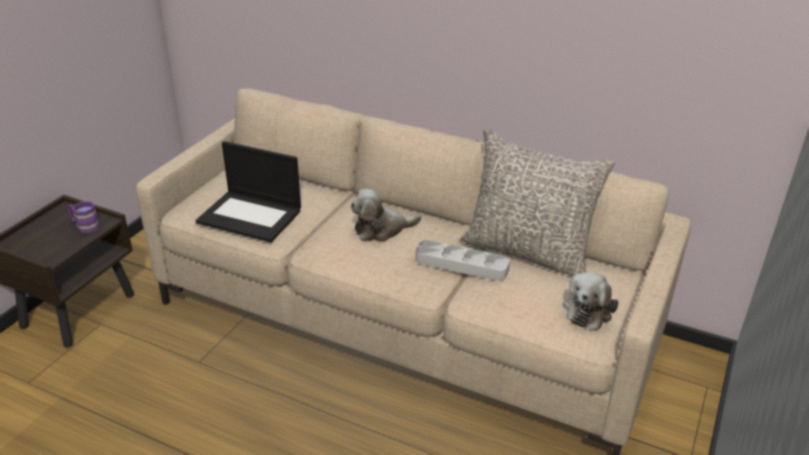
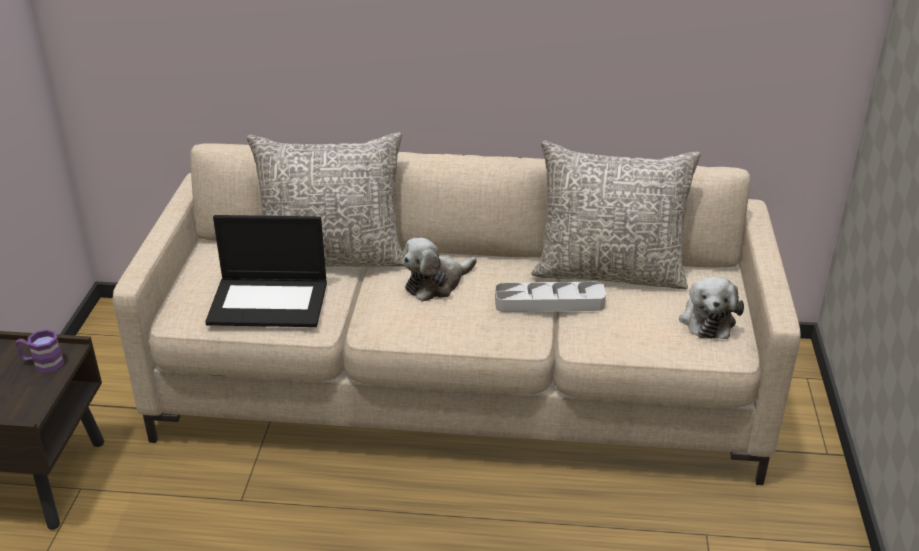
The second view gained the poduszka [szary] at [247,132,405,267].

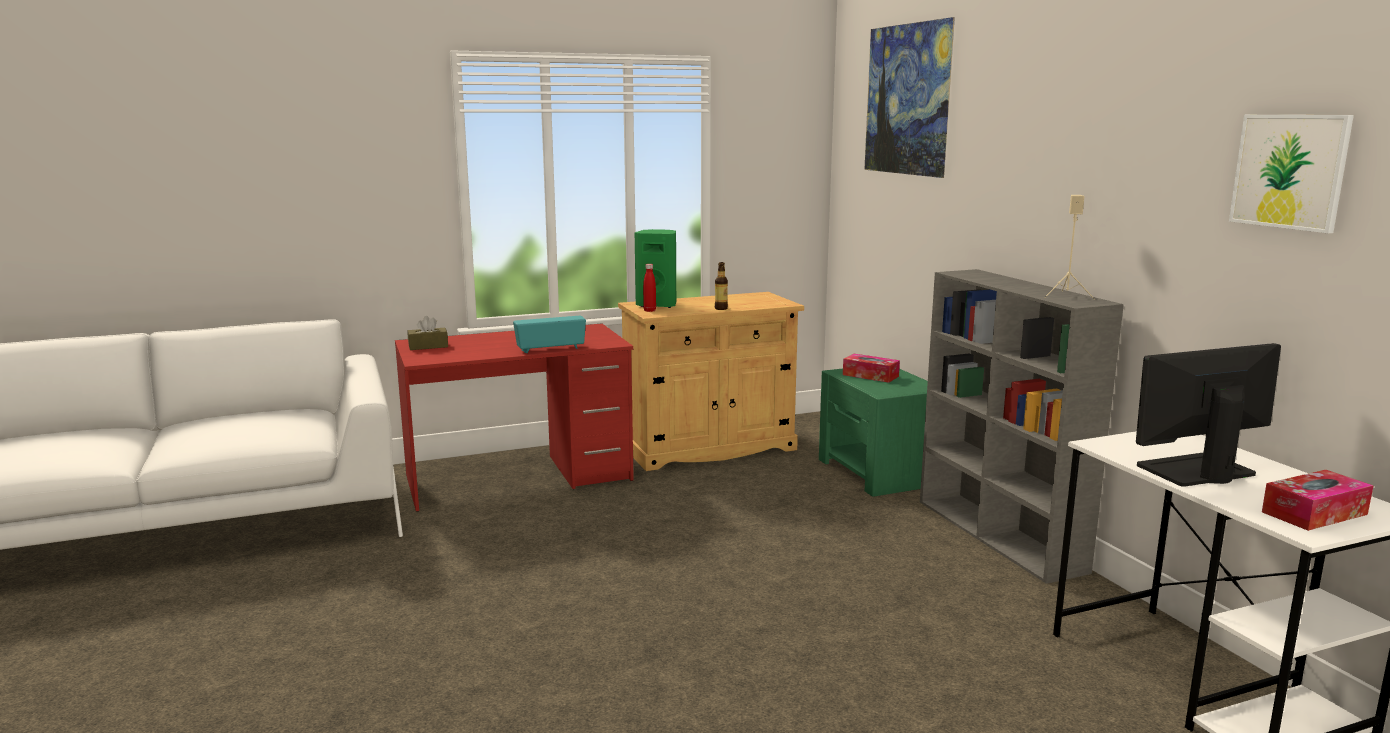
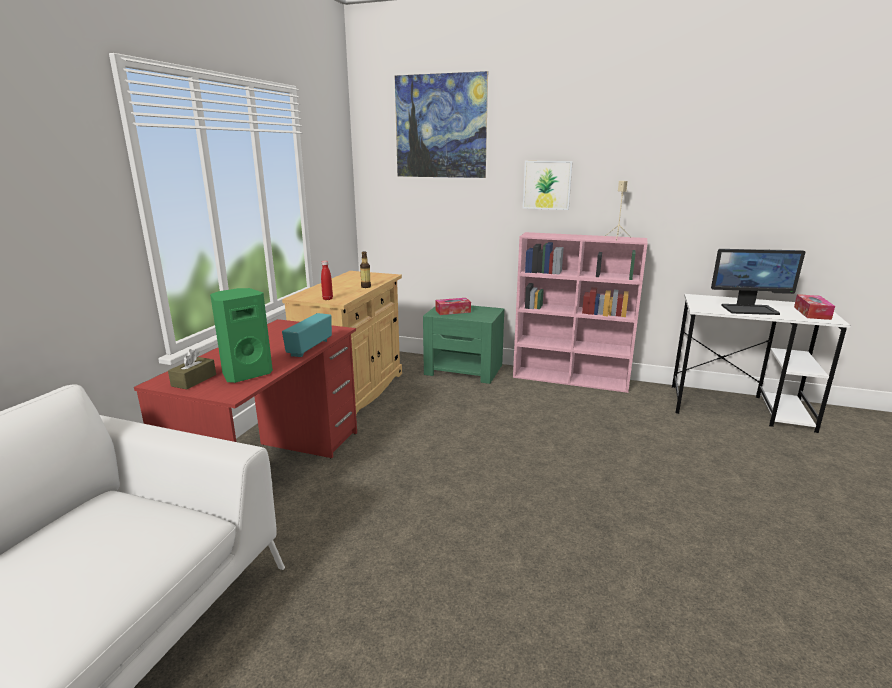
The obraz ended up elsewhere, having gone from [1229,115,1354,233] to [523,161,573,210]. The głośnik [zielony] ended up elsewhere, having gone from [635,229,676,308] to [210,288,273,383]. What was the regał [szary] at [920,269,1124,584] turned into the regał [różowy] at [513,232,648,393]. The monitor at [1136,343,1281,487] ended up facing another way, 105 degrees counterclockwise from before.

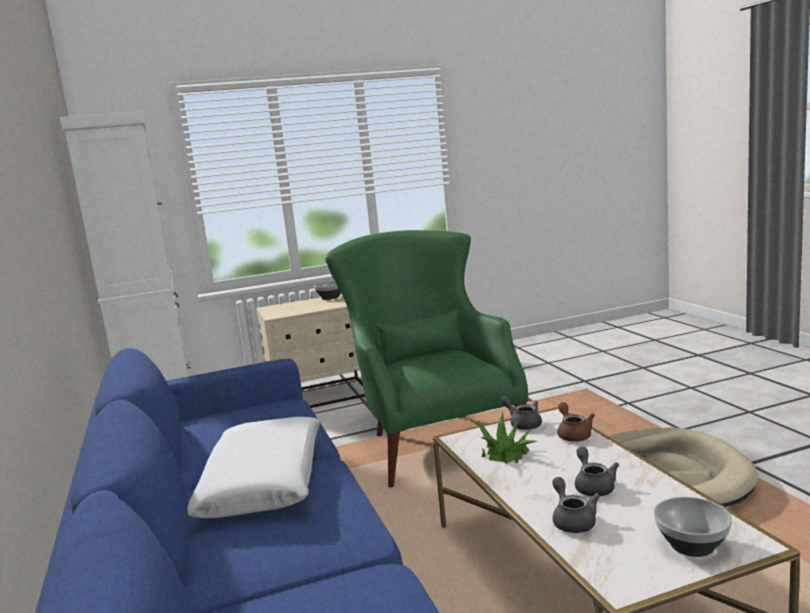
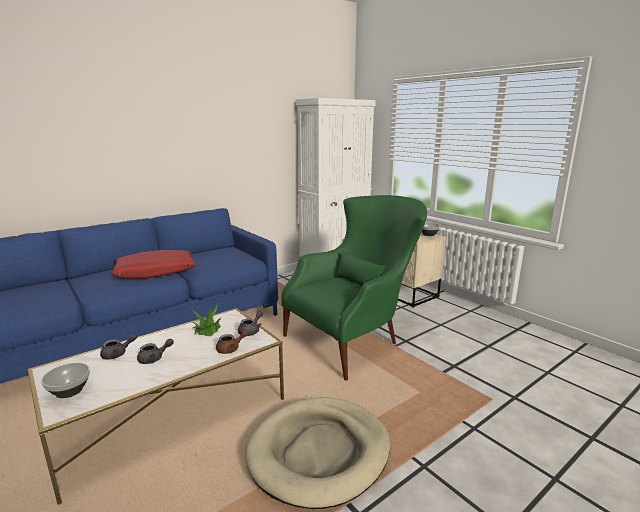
What was the poduszka [biały] at [187,417,320,519] turned into the poduszka [czerwony] at [112,250,196,279].

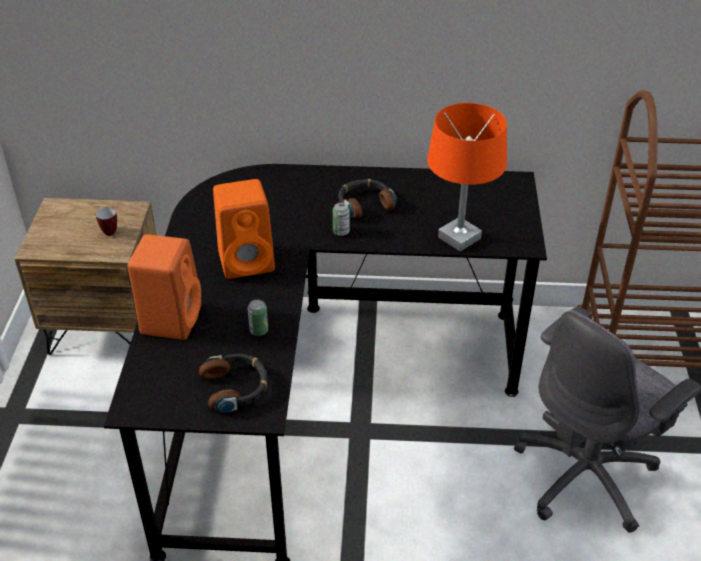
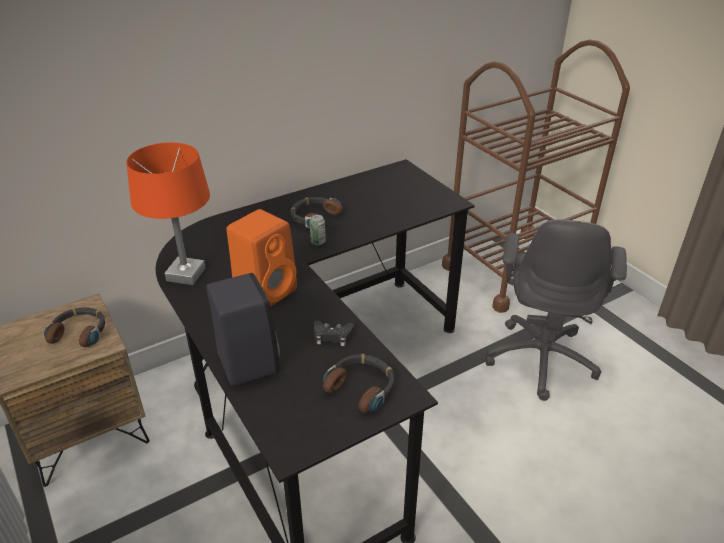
The lampa stołowa [pomarańczowy] ended up elsewhere, having gone from [427,103,507,252] to [126,142,210,285]. Where the kubek stood at [96,207,117,236], the słuchawki came to stand at [44,307,105,347]. What was the głośnik [pomarańczowy] at [128,234,202,340] turned into the głośnik [czarny] at [206,273,280,386]. Where the puszka stood at [248,299,268,336], the pad do gier [czarny] came to stand at [314,321,354,346].

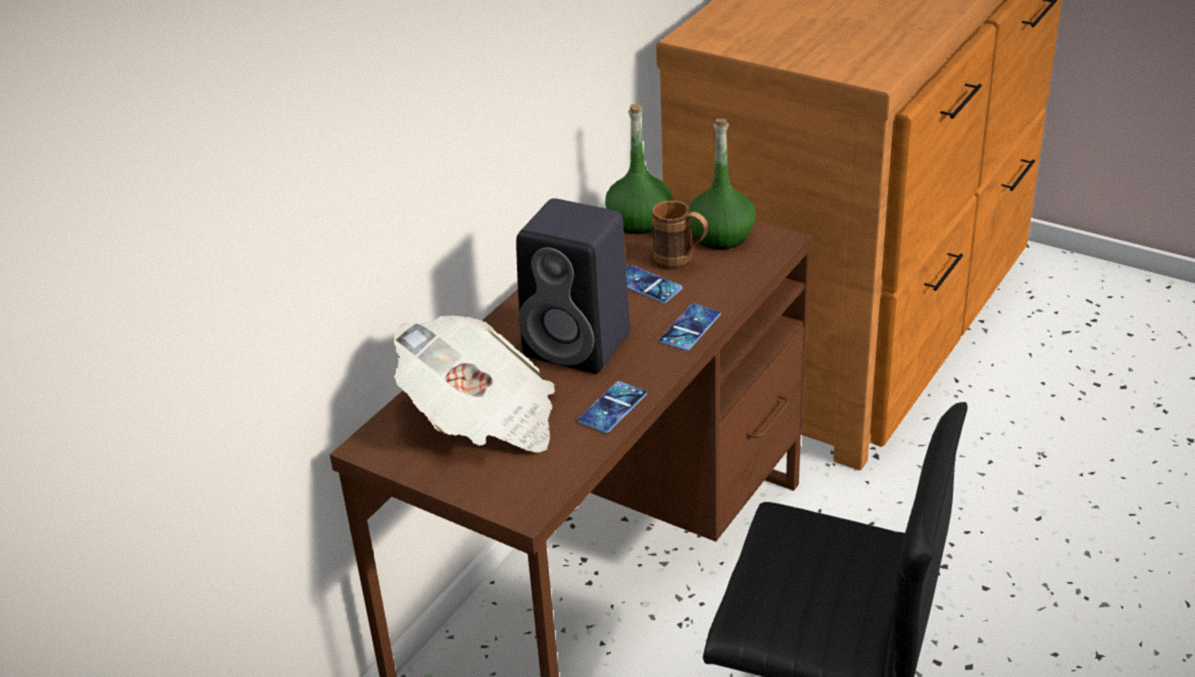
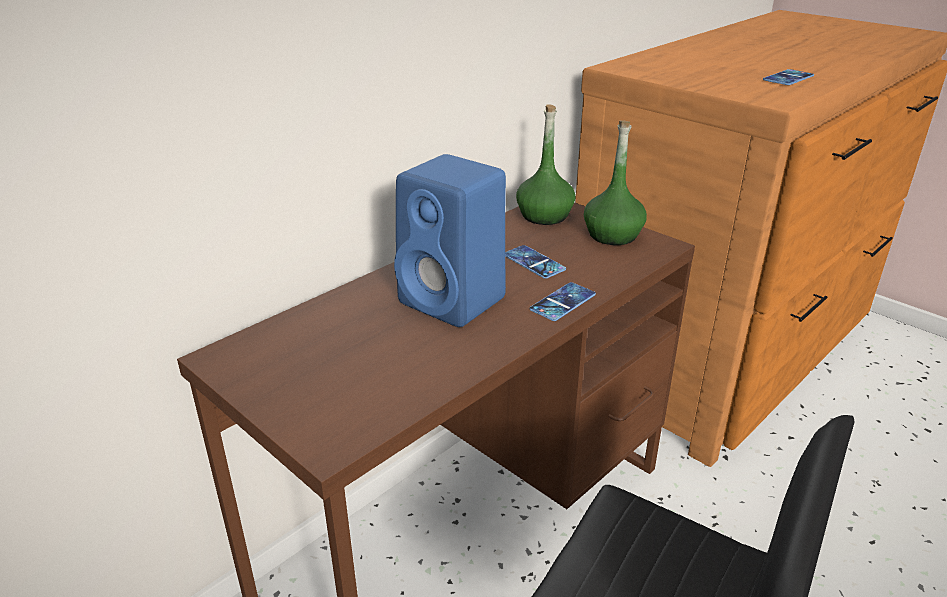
What was the głośnik [czarny] at [516,198,631,374] turned into the głośnik [niebieski] at [394,154,506,327]. The second view lost the kubek [brązowy] at [652,201,708,270]. The second view lost the gazeta at [393,315,555,453]. The telefon ended up elsewhere, having gone from [578,381,647,433] to [763,69,814,85].

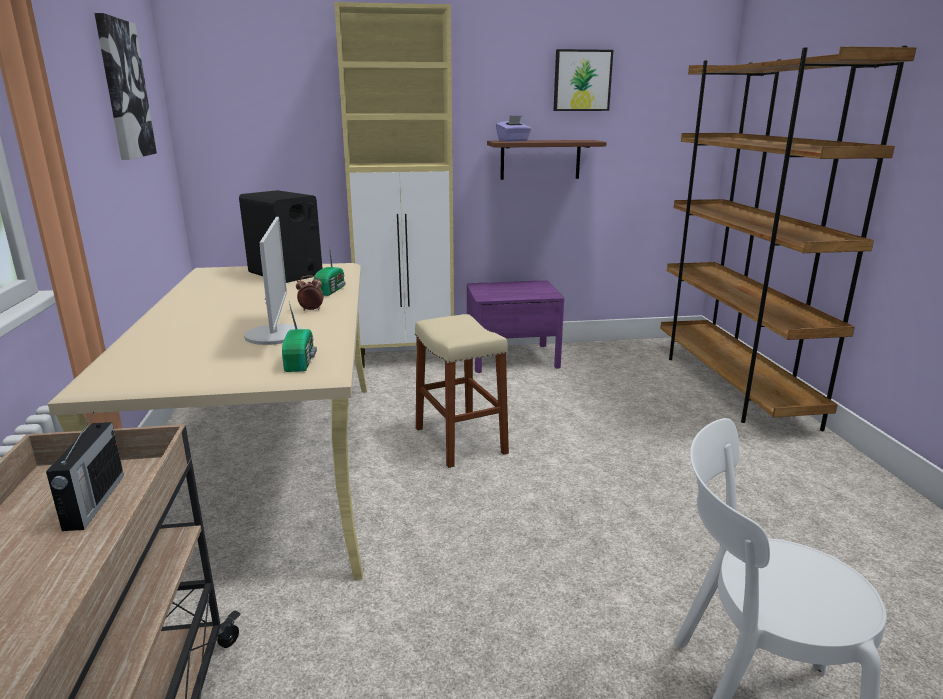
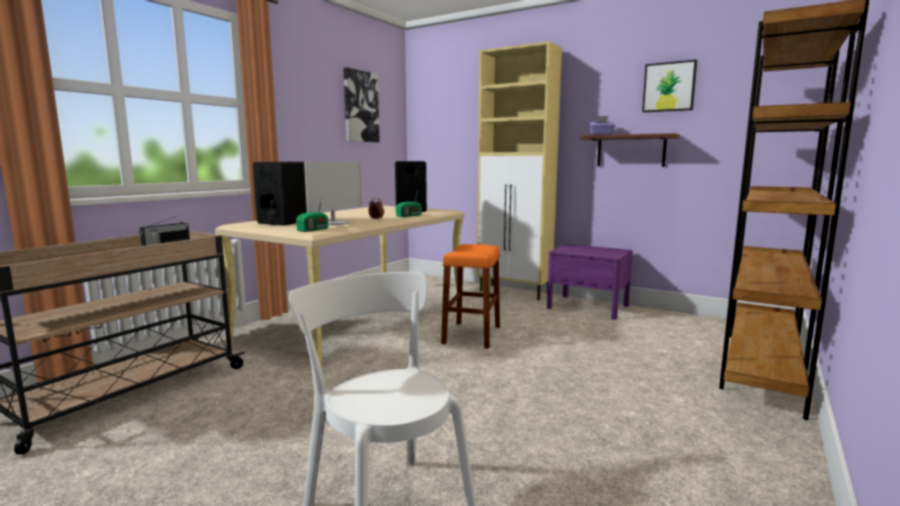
What was the stołek [beżowy] at [415,314,509,468] turned into the stołek [pomarańczowy] at [441,244,500,349]. The second view gained the głośnik [czarny] at [253,162,307,226].

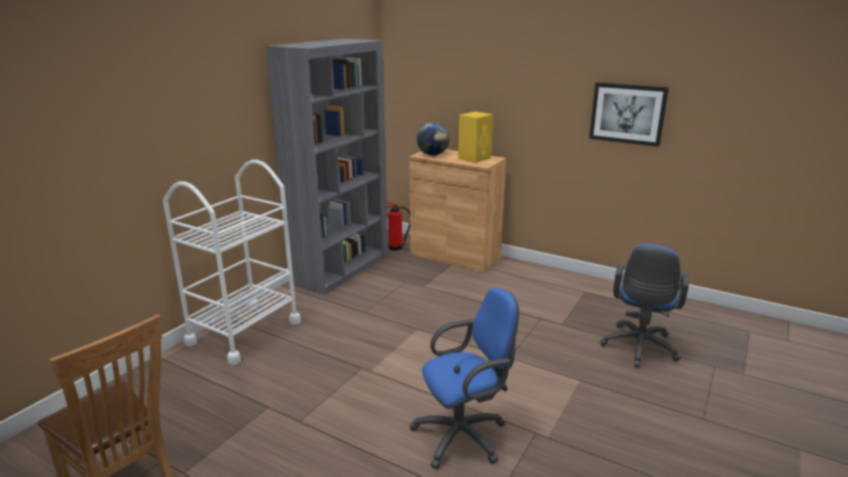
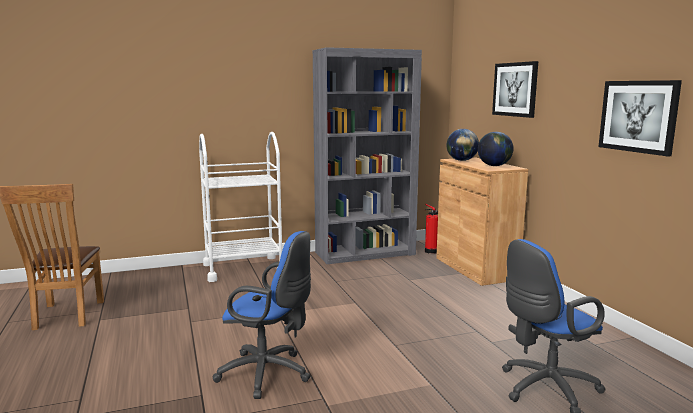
Where the głośnik [żółty] stood at [458,112,493,163], the globus came to stand at [478,132,514,166]. The second view gained the obraz at [492,61,538,118].

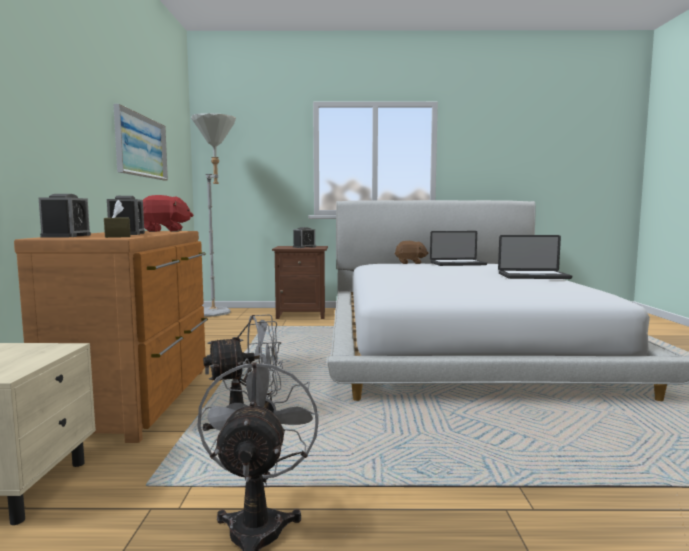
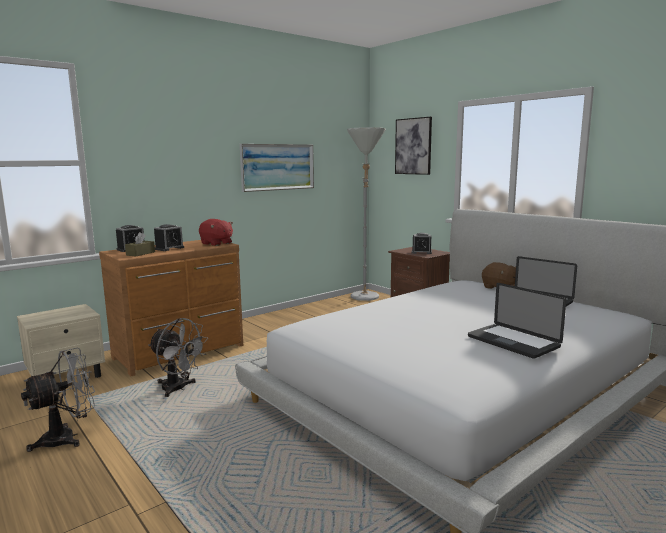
The second view gained the obraz at [395,117,432,175].

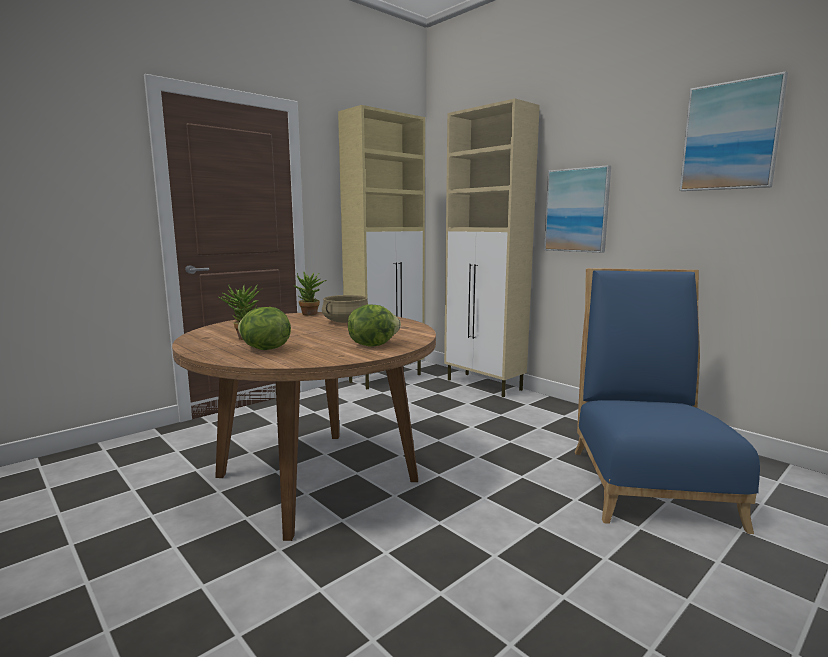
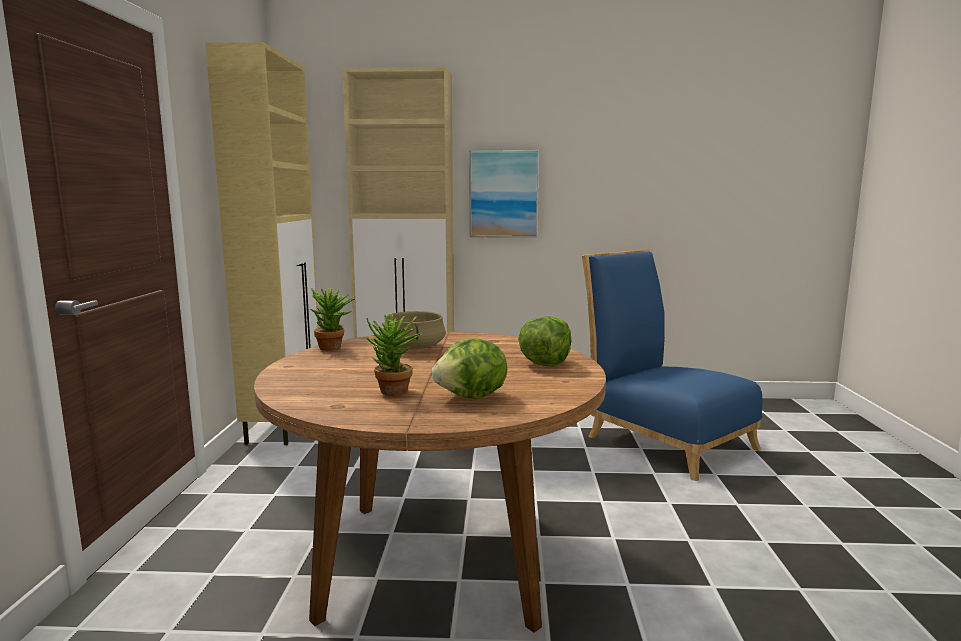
The second view lost the obraz at [680,71,788,191].

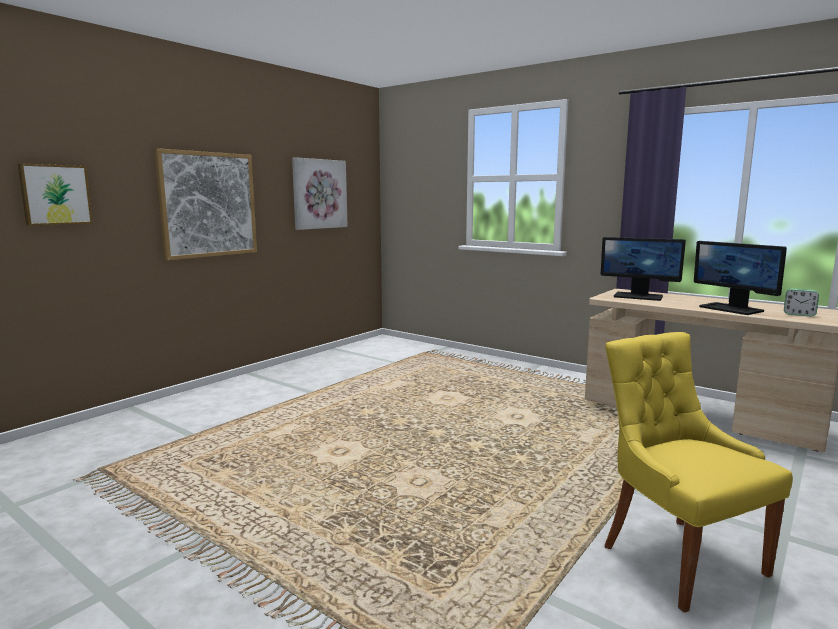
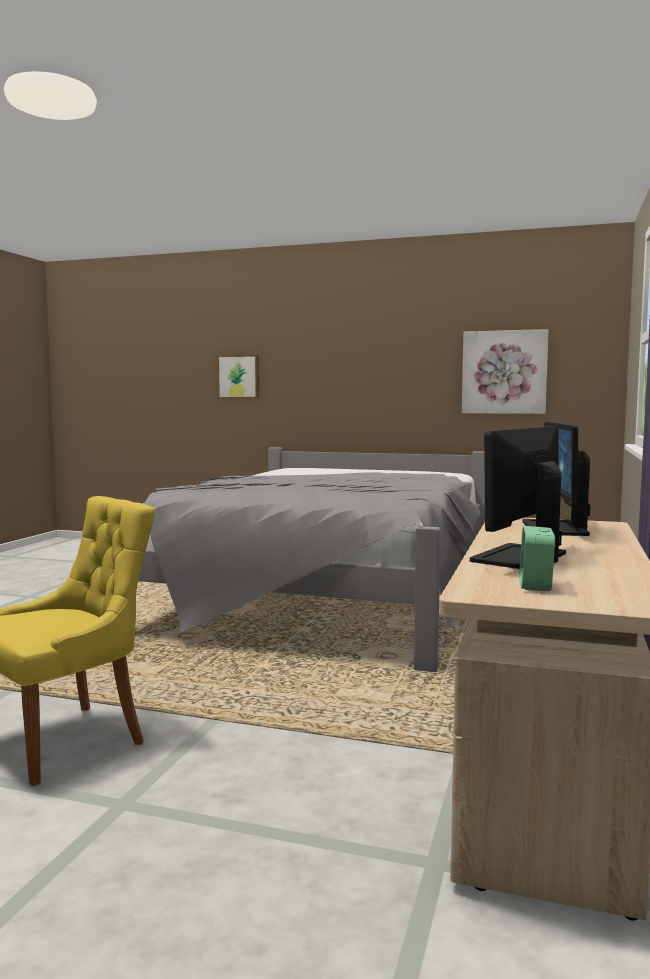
The second view lost the obraz at [154,148,257,261]. The second view gained the łóżko [szary] at [138,447,485,672].

